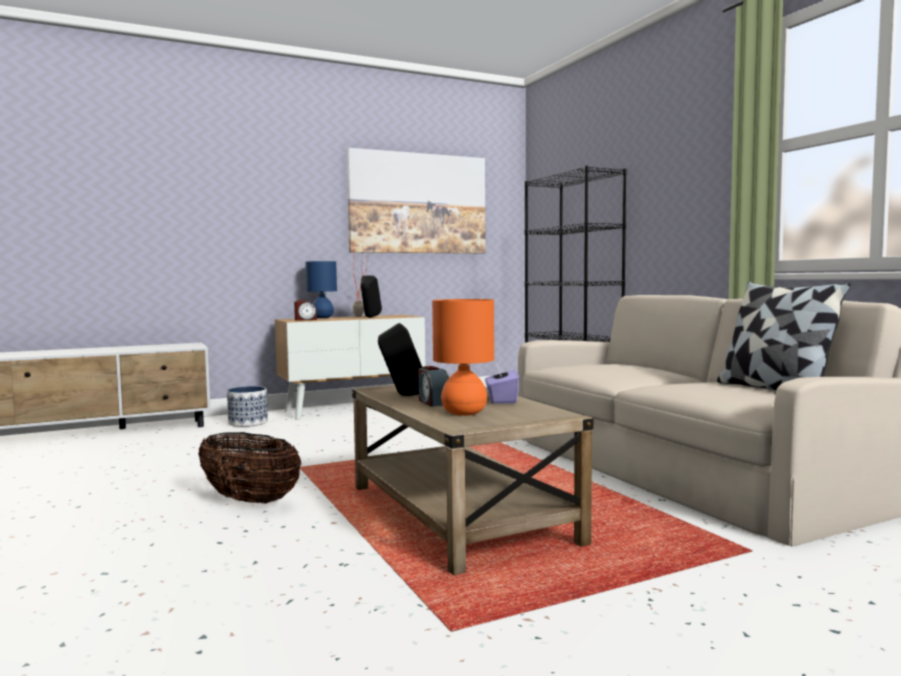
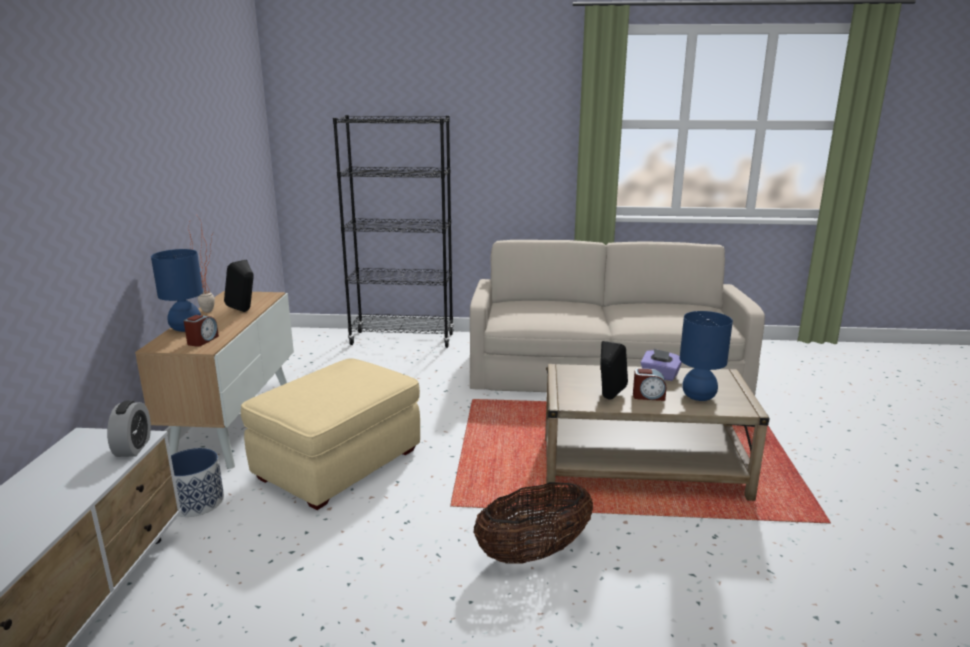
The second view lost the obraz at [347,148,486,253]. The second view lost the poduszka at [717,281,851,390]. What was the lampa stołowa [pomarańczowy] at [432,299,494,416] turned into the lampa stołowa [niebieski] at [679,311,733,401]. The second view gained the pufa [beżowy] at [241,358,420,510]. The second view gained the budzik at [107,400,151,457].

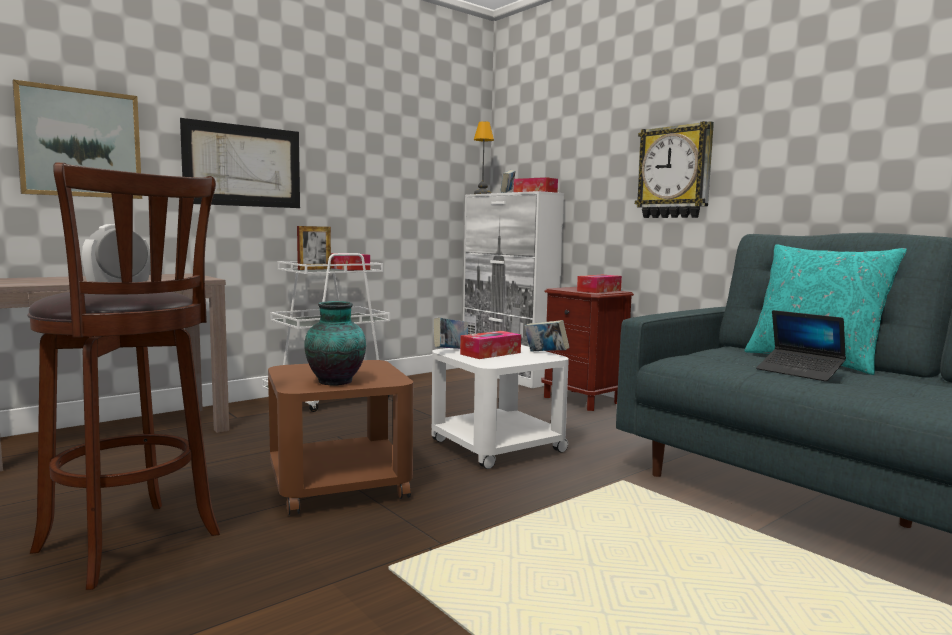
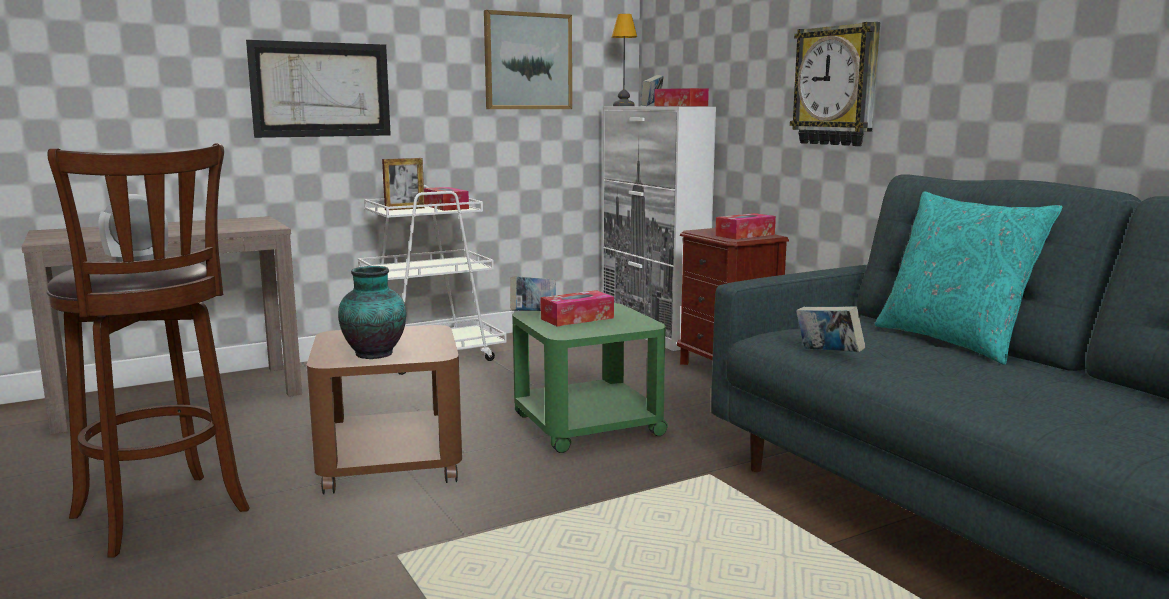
The obraz ended up elsewhere, having gone from [12,80,142,199] to [484,10,572,109]. The second view lost the laptop at [756,310,846,382]. The książka ended up elsewhere, having gone from [525,320,569,352] to [796,306,865,352]. What was the stolik [biały] at [432,345,569,469] turned into the stolik [zielony] at [512,303,668,453].

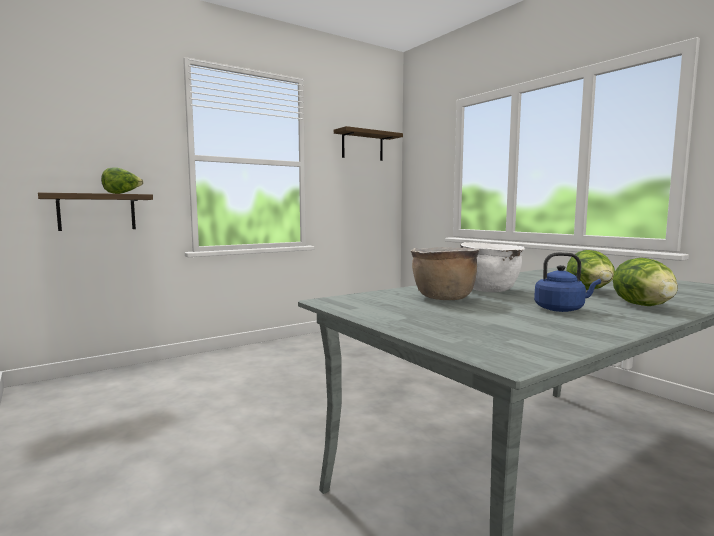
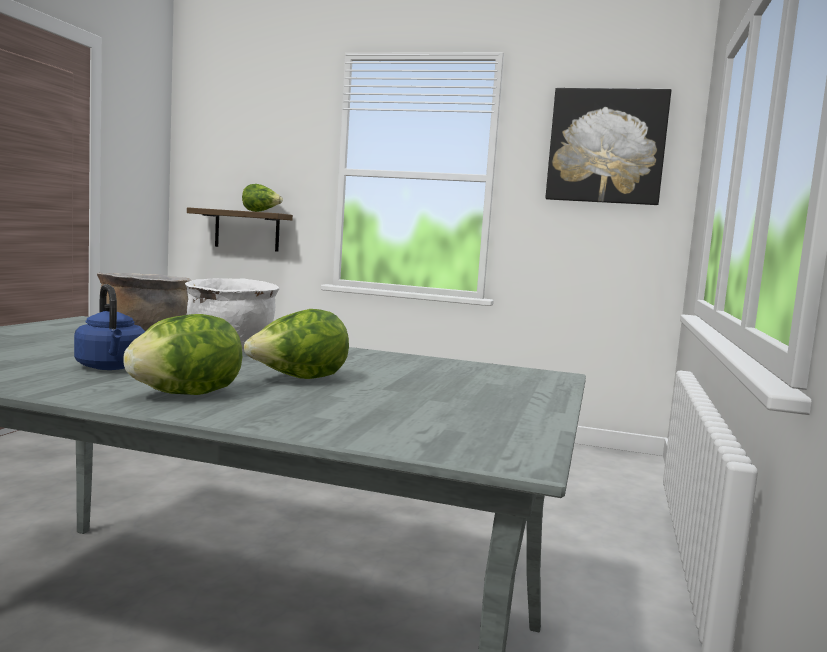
Where the półka hung at [334,126,403,161], the obraz came to hang at [545,88,671,205].

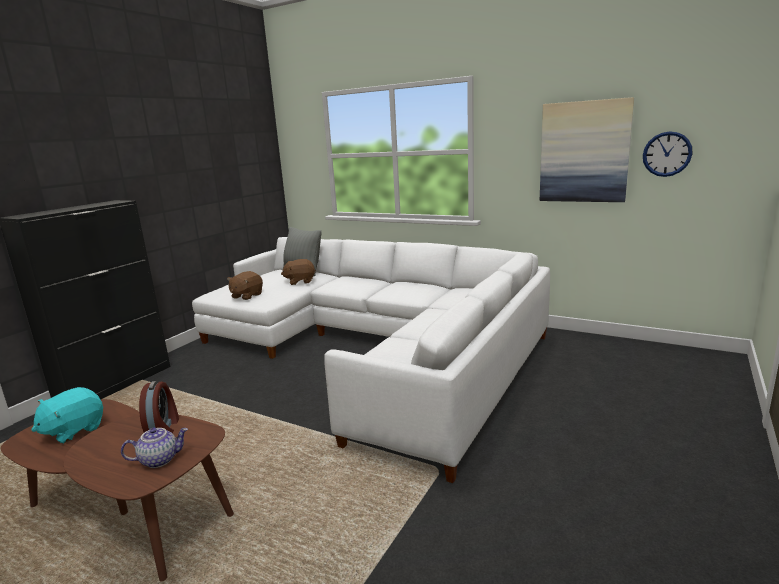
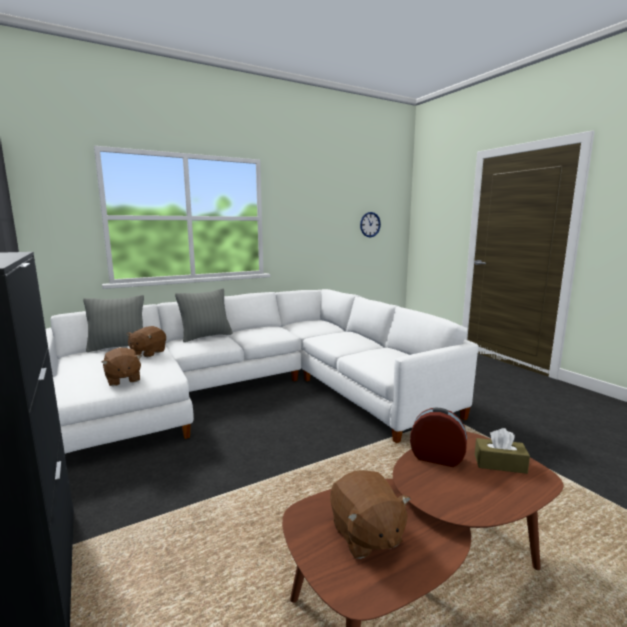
The second view lost the obraz at [540,97,634,202]. What was the pluszak [turkusowy] at [32,387,103,444] turned into the pluszak [brązowy] at [330,470,411,559]. Where the imbryk stood at [121,427,188,468], the pudełko chusteczek [brązowy] came to stand at [475,428,530,474]. The second view gained the poduszka [szary] at [175,288,233,342].

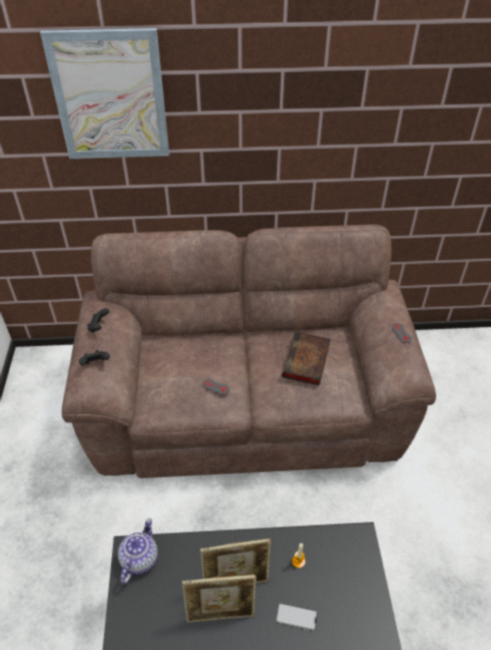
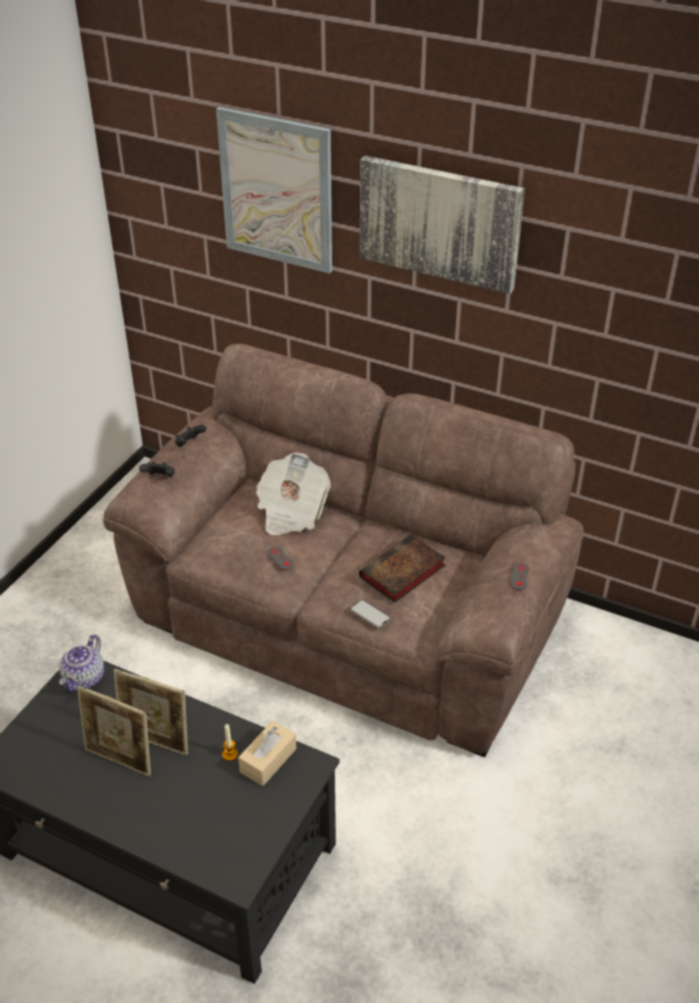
The imbryk at [118,518,158,584] ended up facing another way, 150 degrees clockwise from before. The telefon ended up elsewhere, having gone from [275,602,318,631] to [350,599,391,629]. The second view gained the obraz at [360,156,525,294]. The second view gained the gazeta at [255,453,331,535]. The second view gained the pudełko chusteczek [beżowy] at [238,721,296,786].

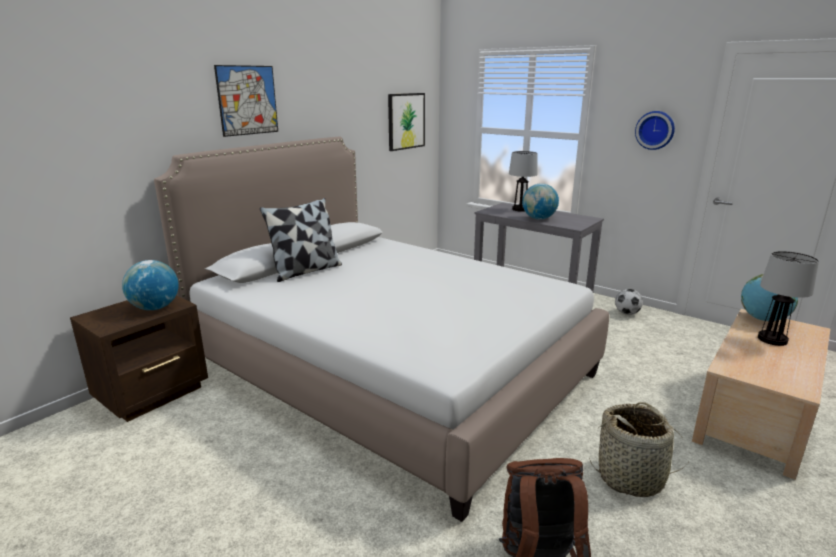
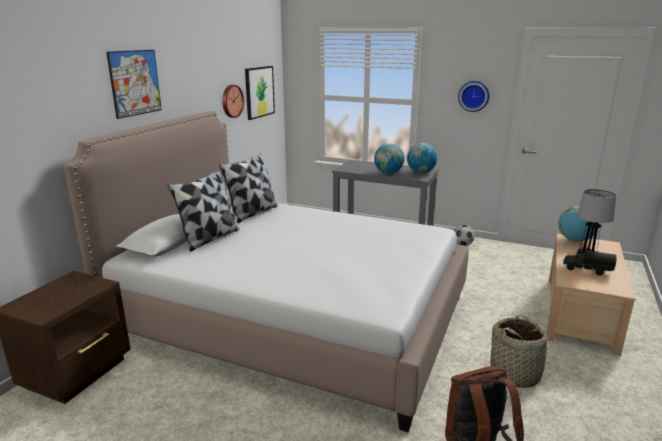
The second view lost the lampa stołowa at [509,151,537,212]. The globus ended up elsewhere, having gone from [122,260,179,310] to [407,143,437,173]. The second view gained the zegar ścienny at [222,85,244,118]. The second view gained the poduszka at [219,154,278,223]. The second view gained the ciężarówka zabawkowa at [563,250,617,276].

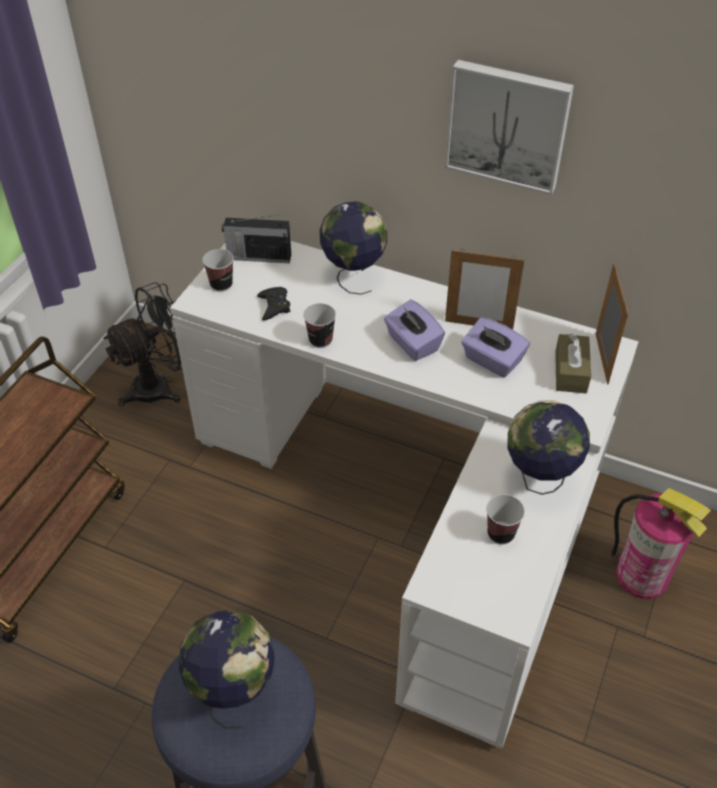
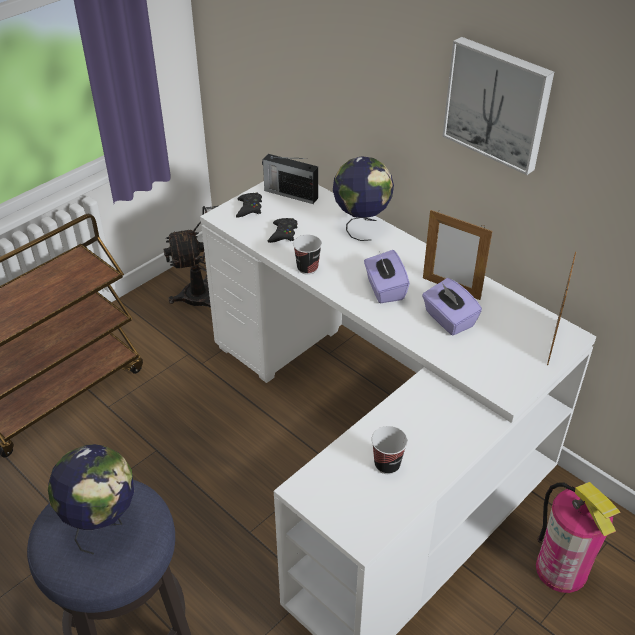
Where the filiżanka stood at [202,249,233,292], the pad do gier [czarny] came to stand at [236,192,262,217]. The second view lost the pudełko chusteczek [brązowy] at [555,333,591,393]. The second view lost the globus at [508,400,590,495].

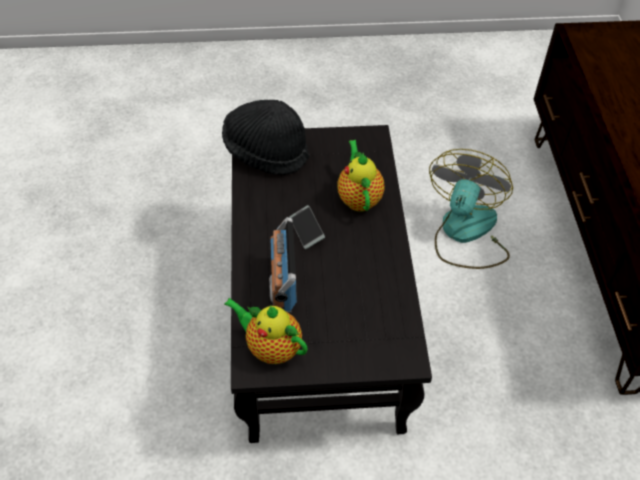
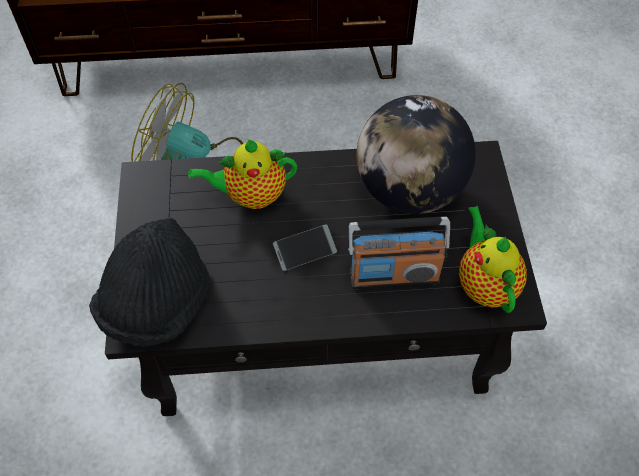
The imbryk at [224,298,308,364] ended up facing another way, 135 degrees clockwise from before. The second view gained the globus at [357,95,476,214].

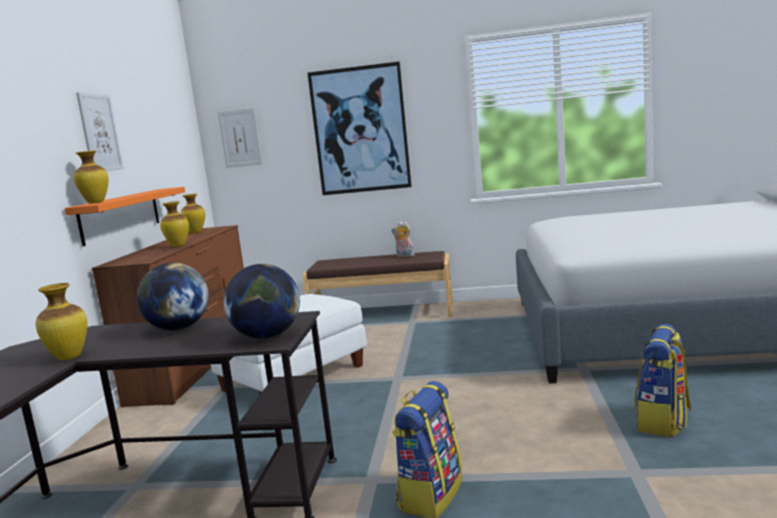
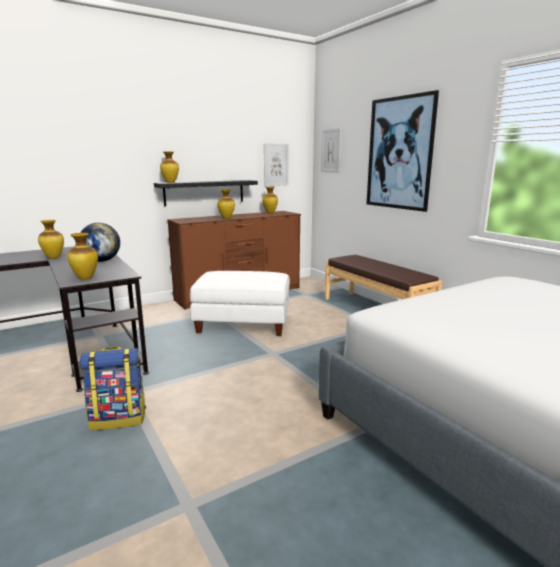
The obraz ended up elsewhere, having gone from [76,92,124,171] to [264,143,289,186]. What was the półka [pomarańczowy] at [65,187,185,246] turned into the półka [czarny] at [154,180,258,206]. The second view lost the pluszak at [391,221,415,257]. Where the globus stood at [224,264,300,339], the wazon came to stand at [67,233,98,280]. The second view lost the plecak at [634,324,691,437].

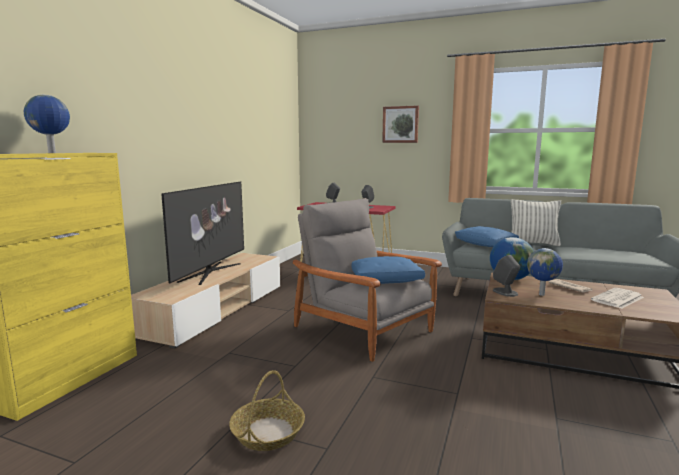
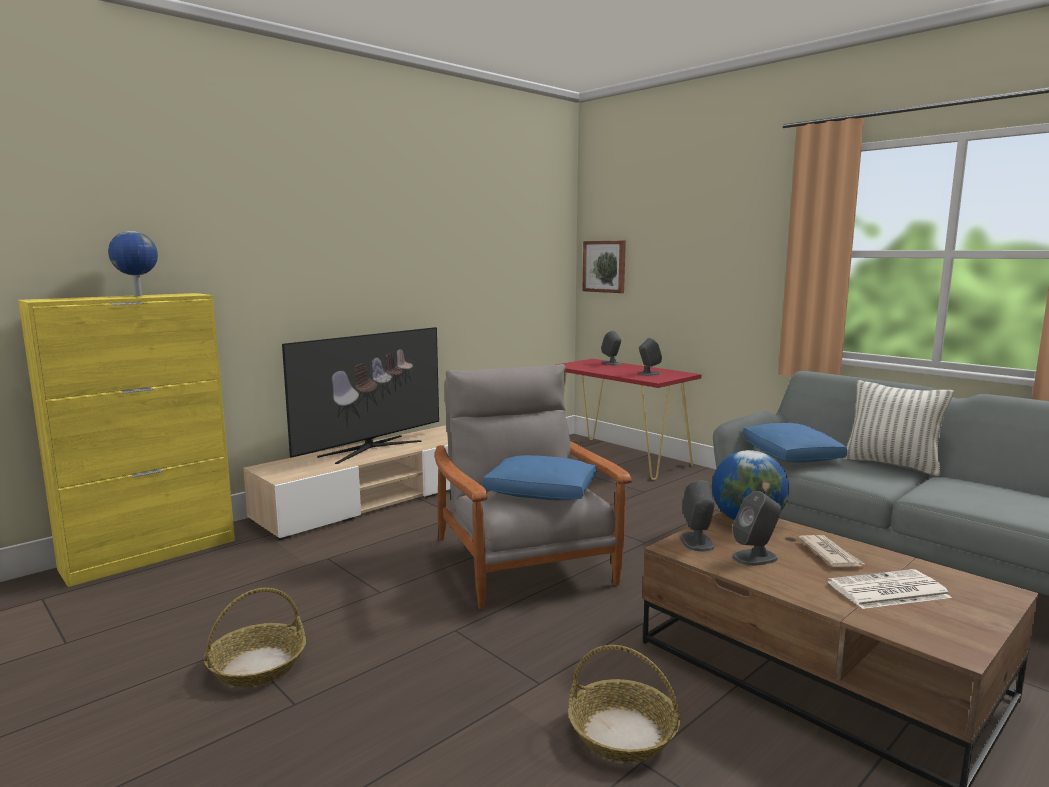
The obraz ended up elsewhere, having gone from [382,105,419,143] to [582,241,626,293]. Where the globus stood at [527,248,563,296], the głośnik [szary] came to stand at [732,491,781,566]. The second view gained the koszyk at [568,645,681,762].

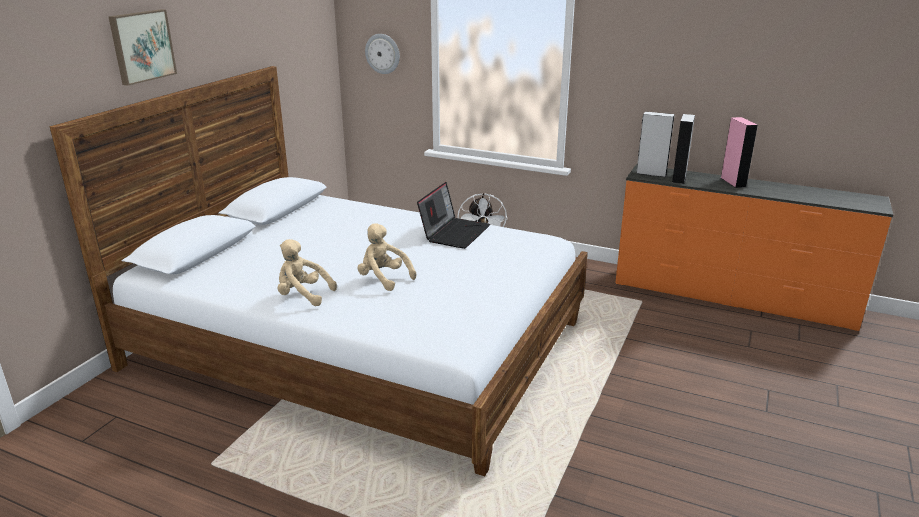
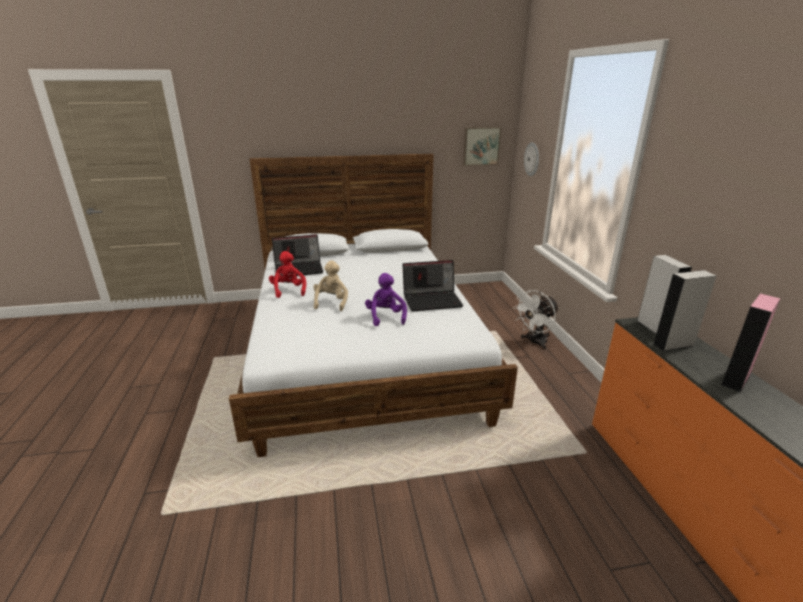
The obraz ended up elsewhere, having gone from [109,9,177,86] to [463,127,501,166]. What was the pluszak [beżowy] at [278,239,337,306] turned into the pluszak [czerwony] at [269,251,306,298]. The second view gained the laptop at [272,234,323,276]. The second view gained the pluszak [fioletowy] at [365,273,407,326].

